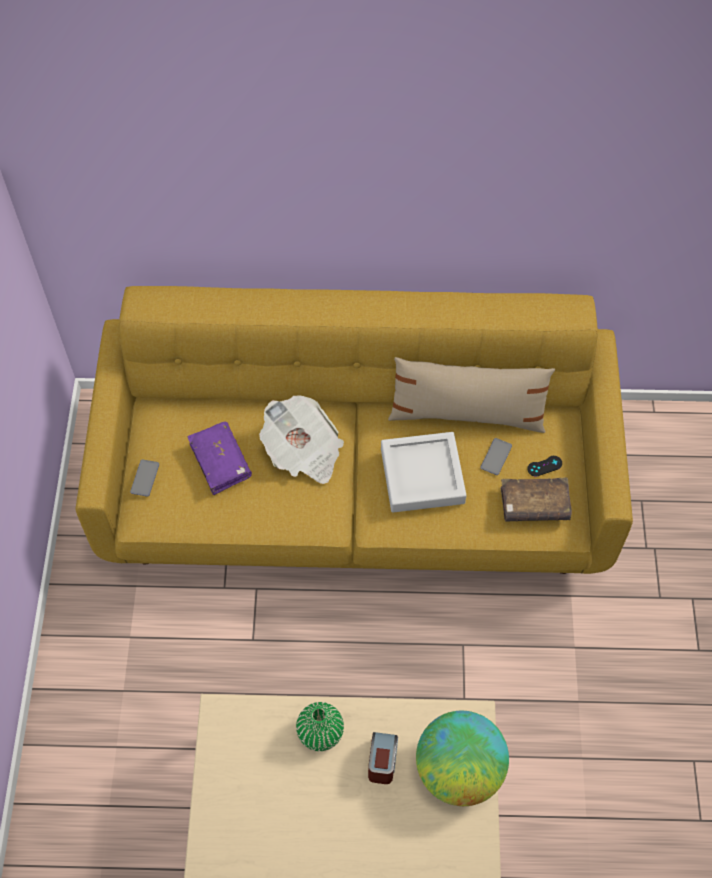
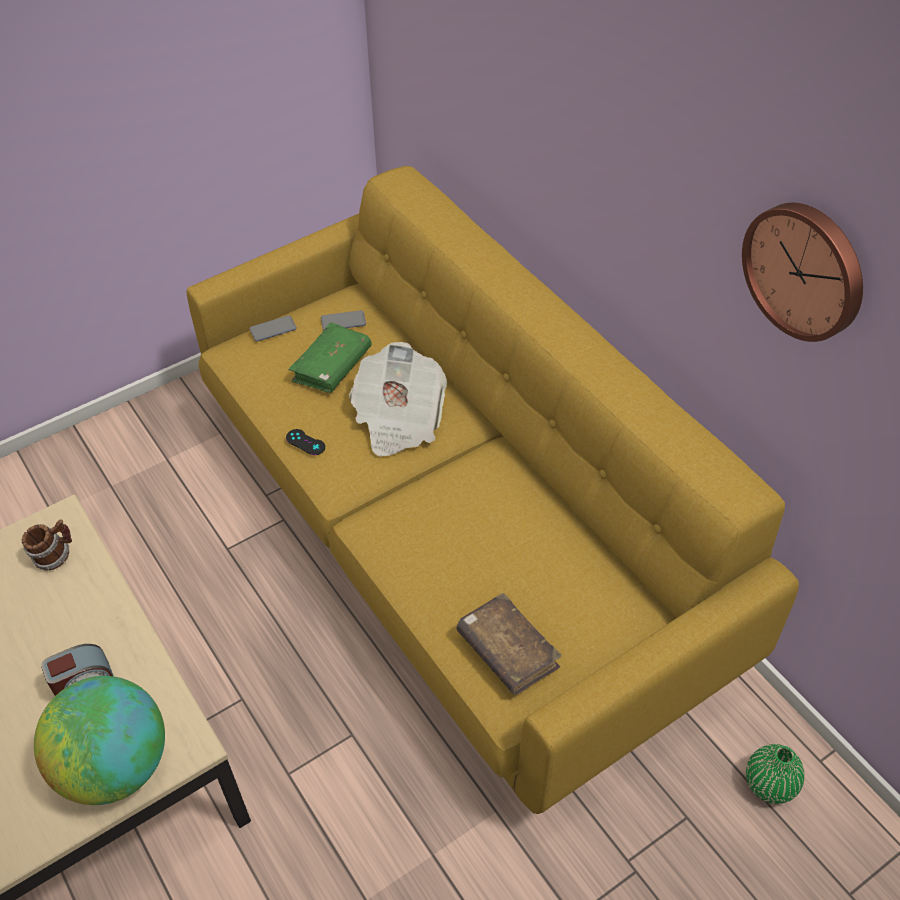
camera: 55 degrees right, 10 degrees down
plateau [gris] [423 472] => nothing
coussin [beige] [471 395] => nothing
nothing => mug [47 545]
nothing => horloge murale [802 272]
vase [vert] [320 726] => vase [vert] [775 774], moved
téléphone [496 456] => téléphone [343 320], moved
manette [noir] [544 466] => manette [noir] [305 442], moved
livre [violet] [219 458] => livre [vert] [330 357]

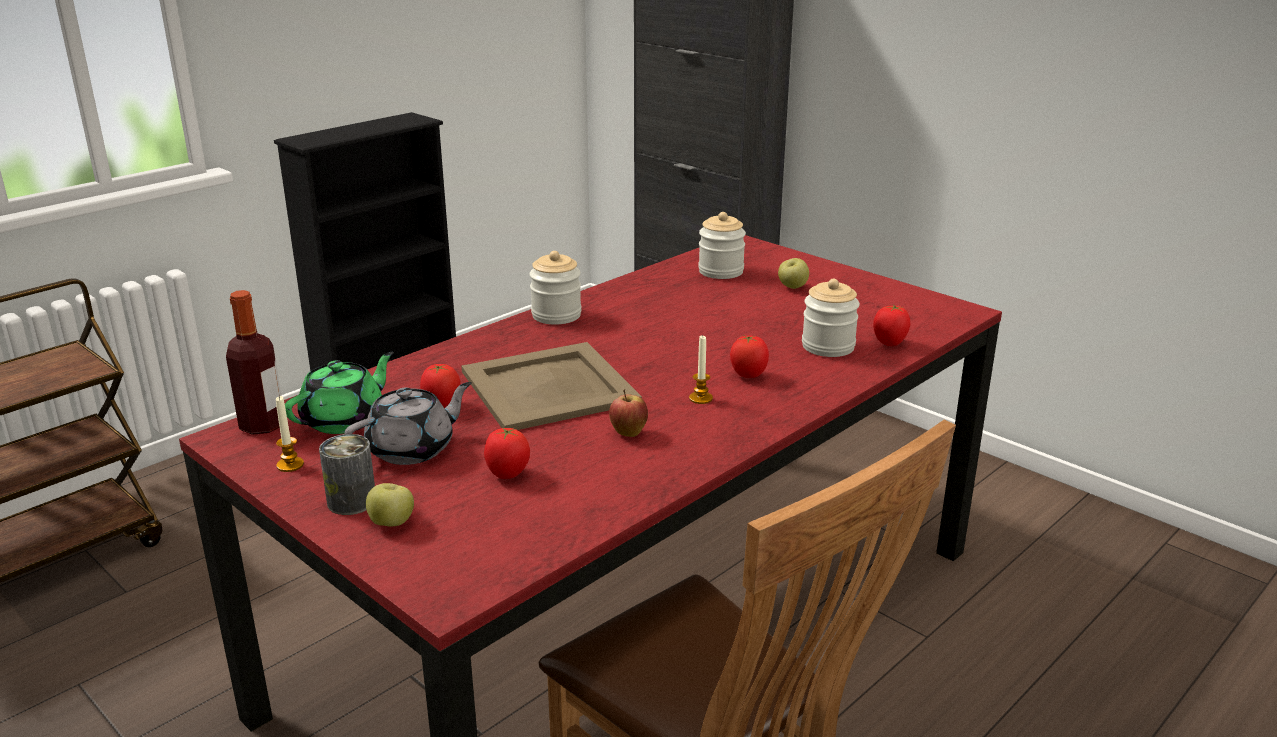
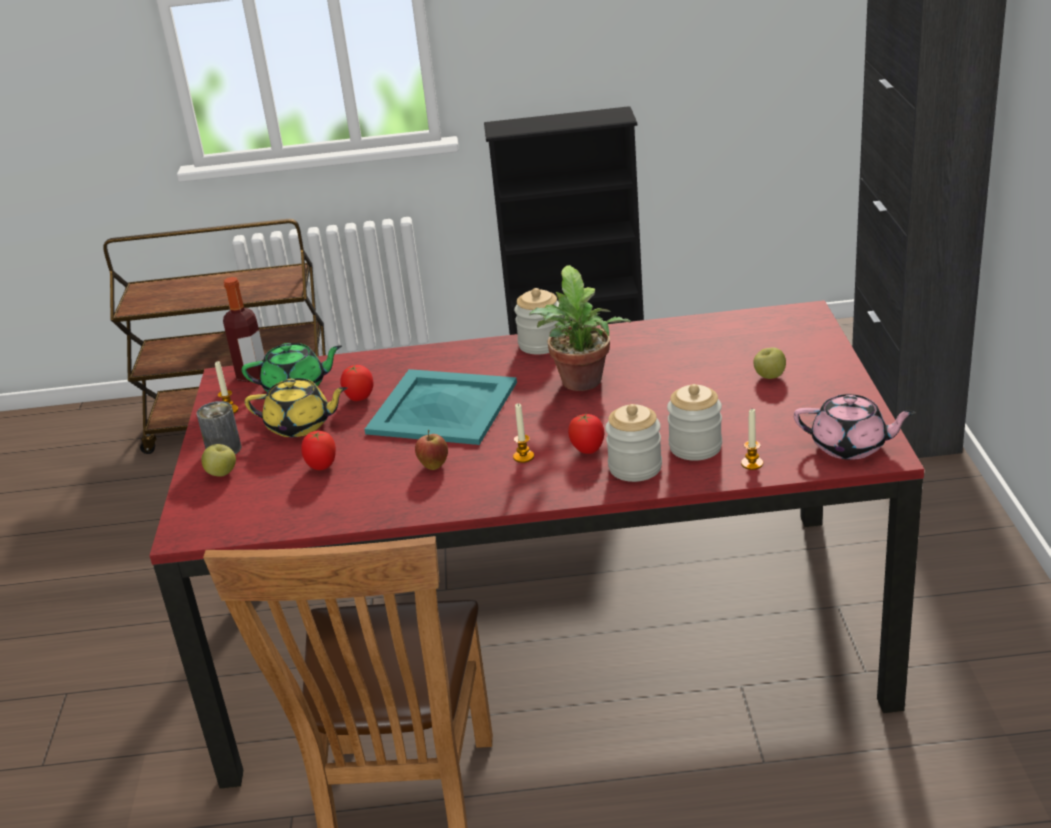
camera: 45 degrees right, 5 degrees up
nothing => plante en pot [580 328]
nothing => théière [rose] [855 427]
bocal [722 245] => bocal [633 443], moved
tomate [891 325] => bougie [752 439]
théière [gris] [408 423] => théière [jaune] [296 407]
plateau [beige] [551 386] => plateau [turquoise] [440 407]

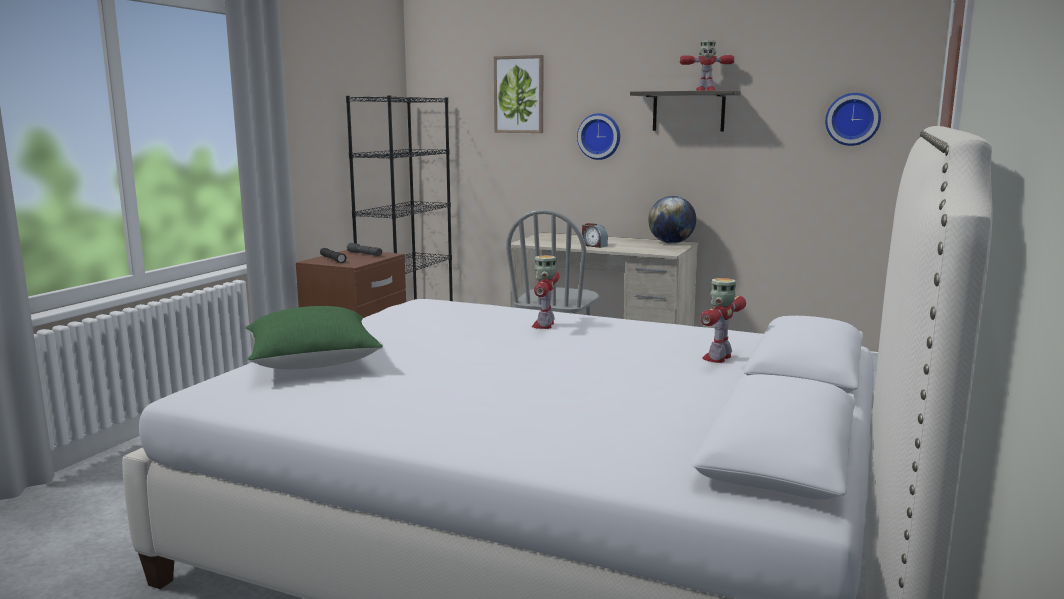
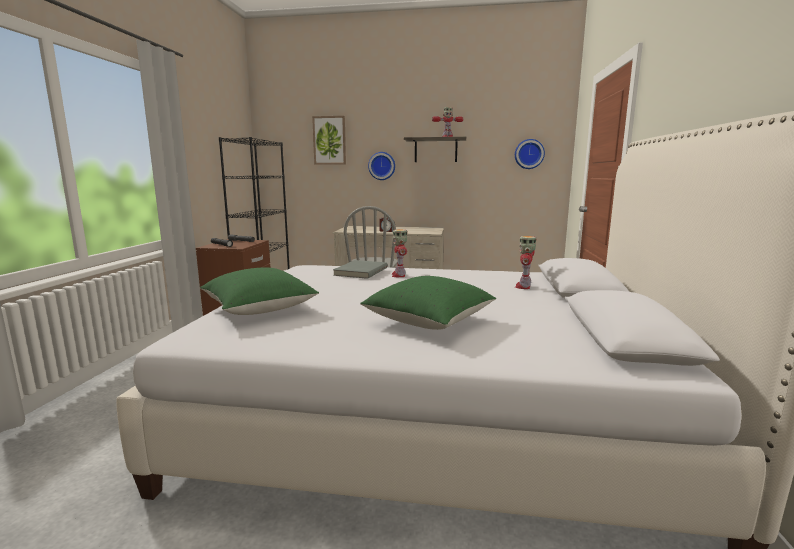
camera: 15 degrees left, 0 degrees up
globe [672 220] => nothing
nothing => livre [gris] [360 269]
nothing => coussin [vert] [428 303]

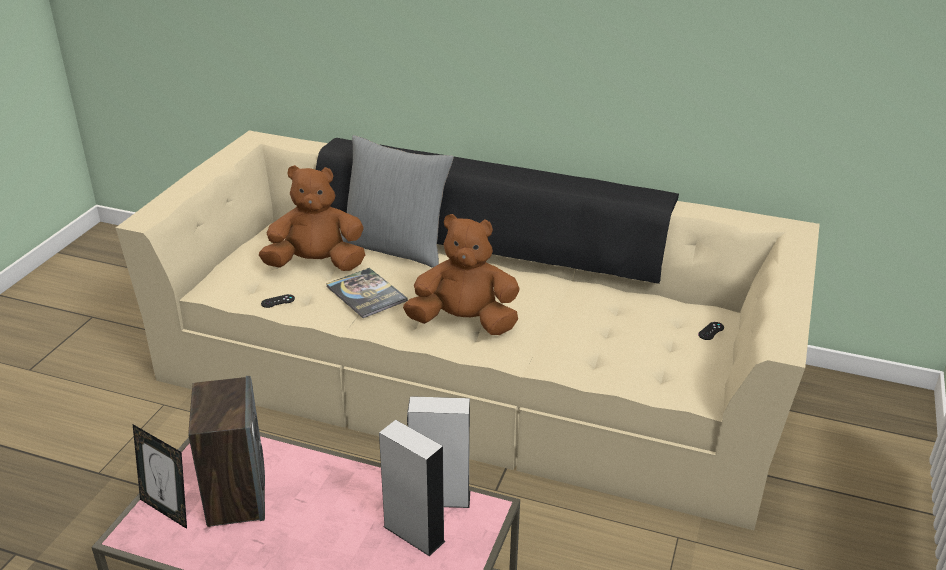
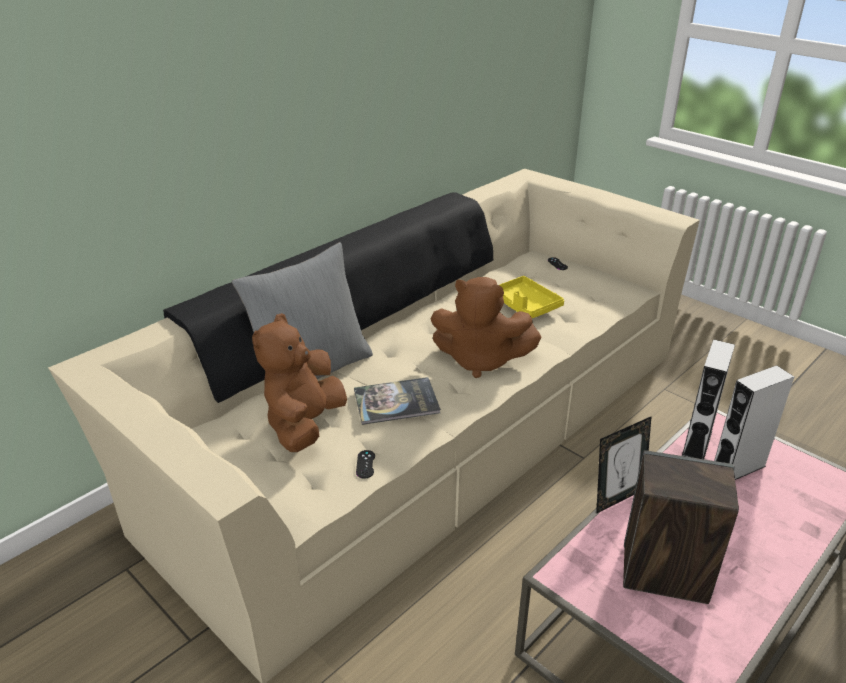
camera: 65 degrees left, 0 degrees up
nothing => plateau [jaune] [532 297]
cadre photo [160 476] => cadre photo [624 465], moved
peluche [marron] [461 274] => peluche [marron] [486 327], 105 degrees counterclockwise

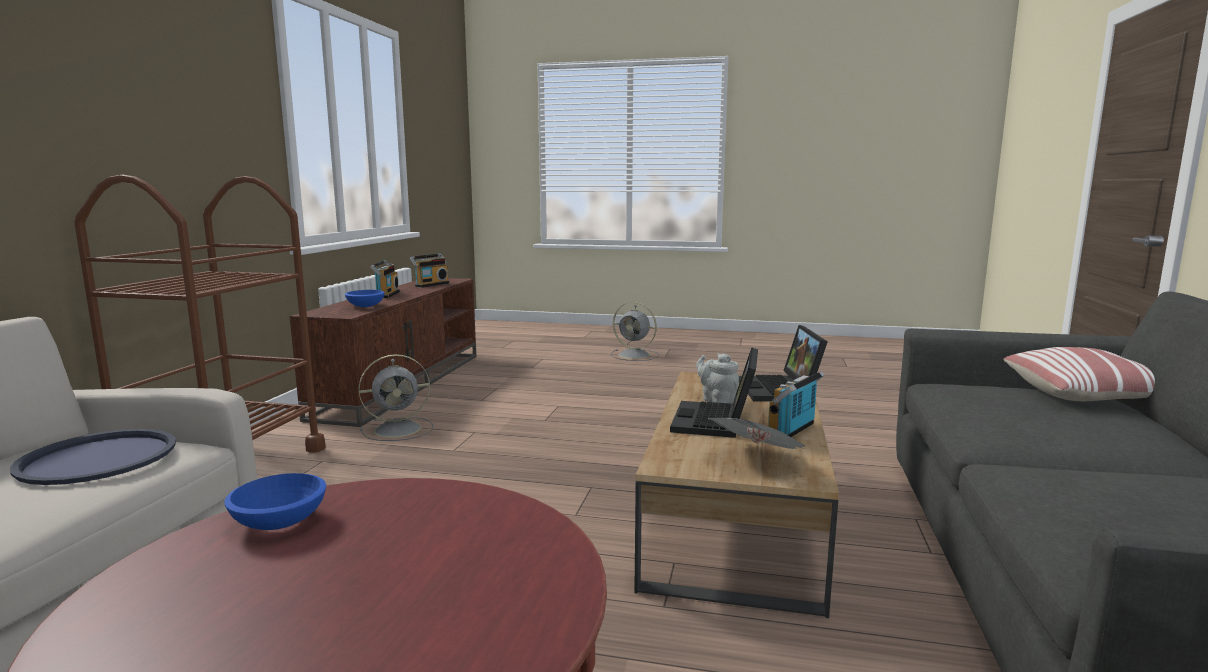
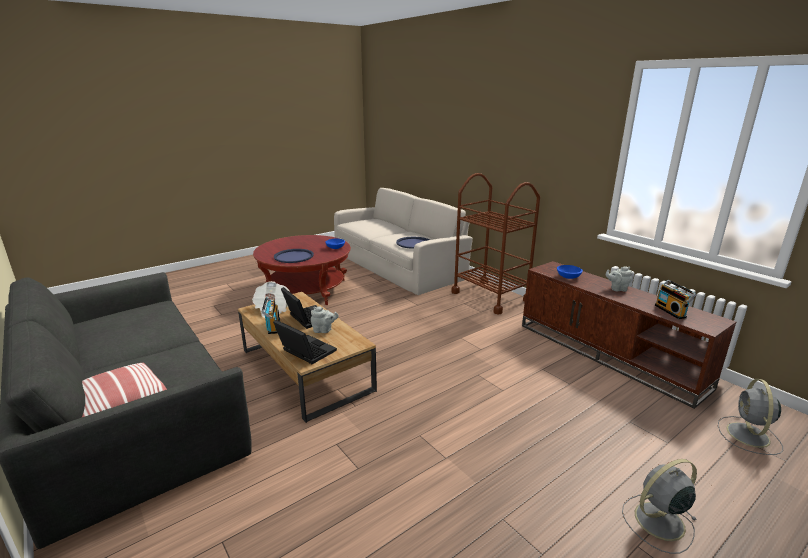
camera: 130 degrees right, 10 degrees up
nothing => plateau [bleu] [294 256]
ventilateur [gris] [396 397] => ventilateur [gris] [750 417], moved
radio [385 279] => théière [gris] [619 279]

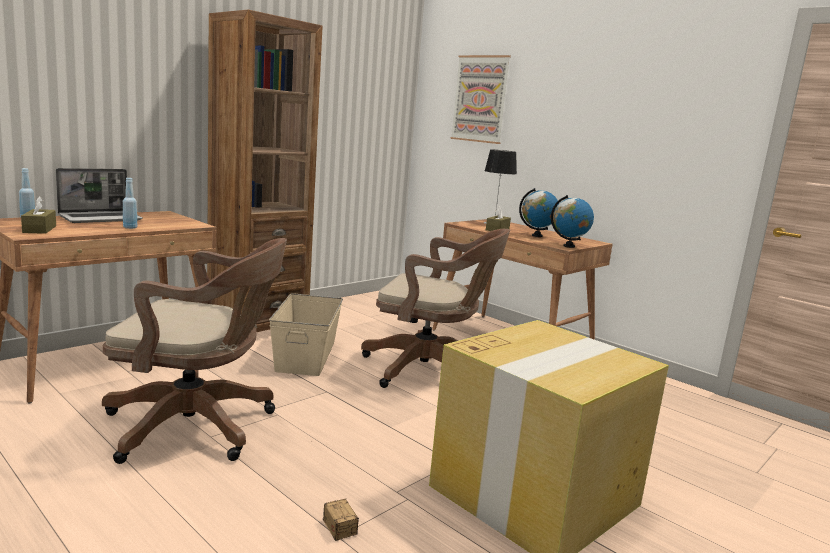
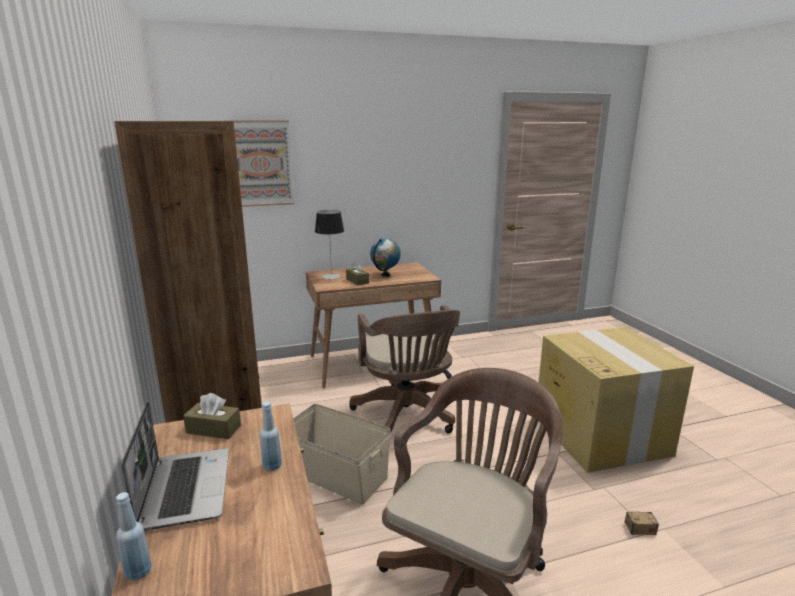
camera: 60 degrees left, 5 degrees up
globe [572 221] => nothing
boîte à mouchoirs [marron] [38 215] => boîte à mouchoirs [marron] [212 416], moved
chaise de bureau [marron] [435 308] => chaise de bureau [marron] [404 369], 120 degrees clockwise

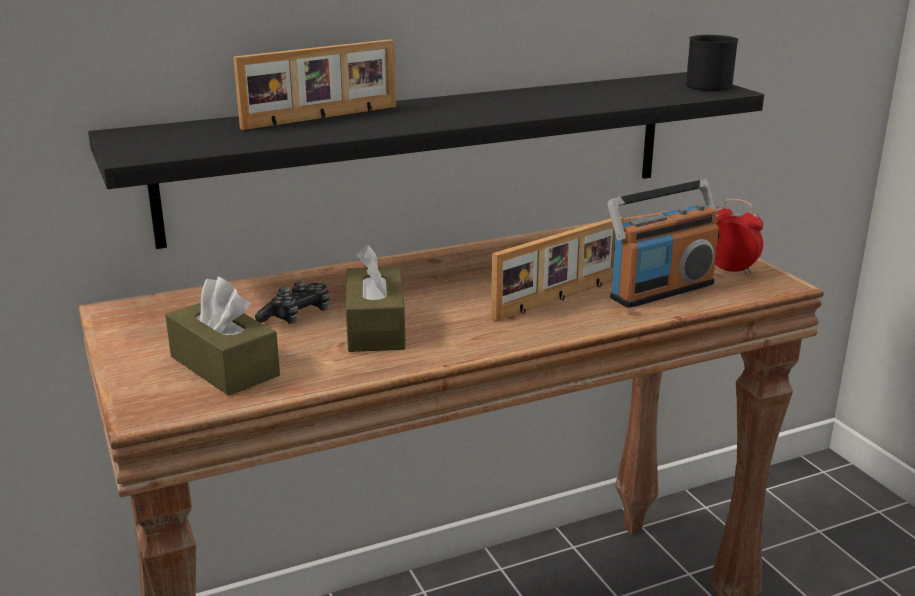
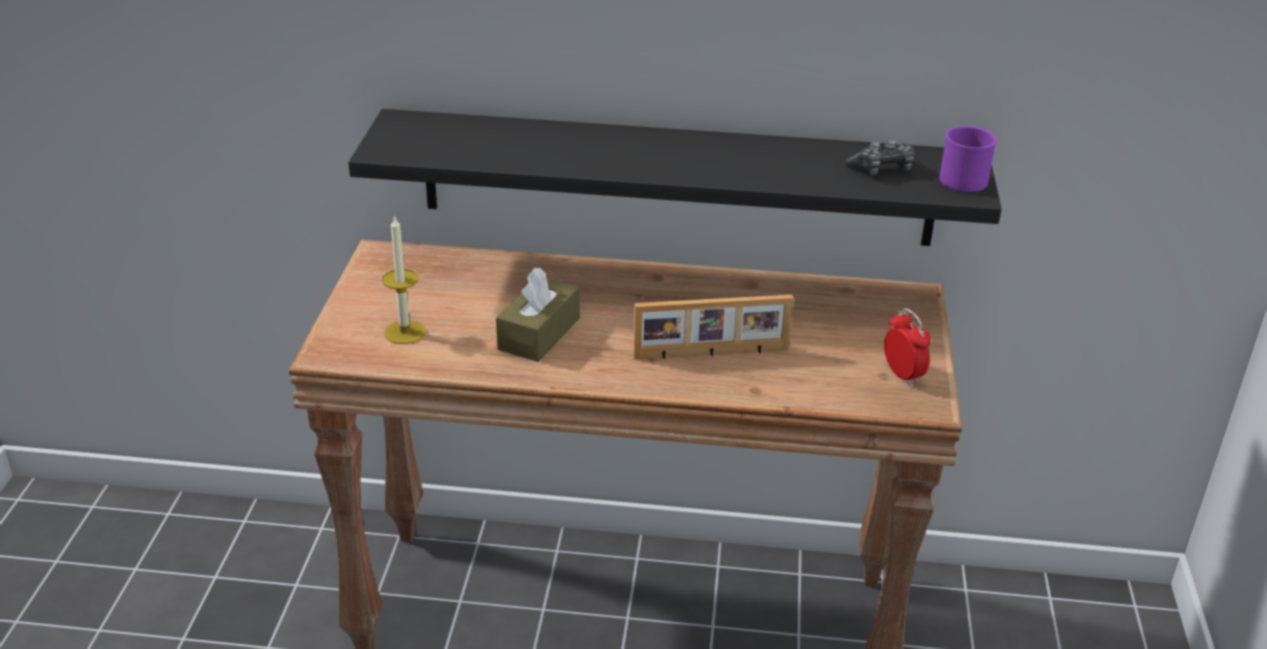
camera: 30 degrees right, 10 degrees up
cadre photo [314 84] => nothing
radio [663 243] => nothing
manette [292 302] => manette [879 157], moved
boîte à mouchoirs [marron] [222 336] => bougie [404 279]
mug [noir] [712 63] => mug [violet] [968 159]

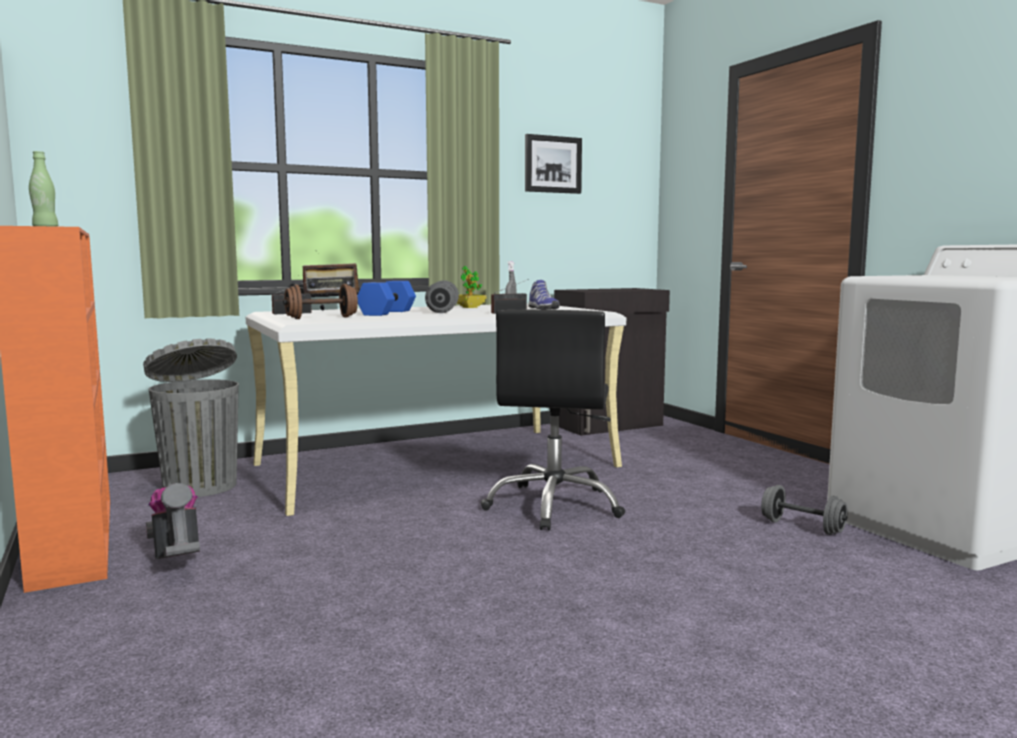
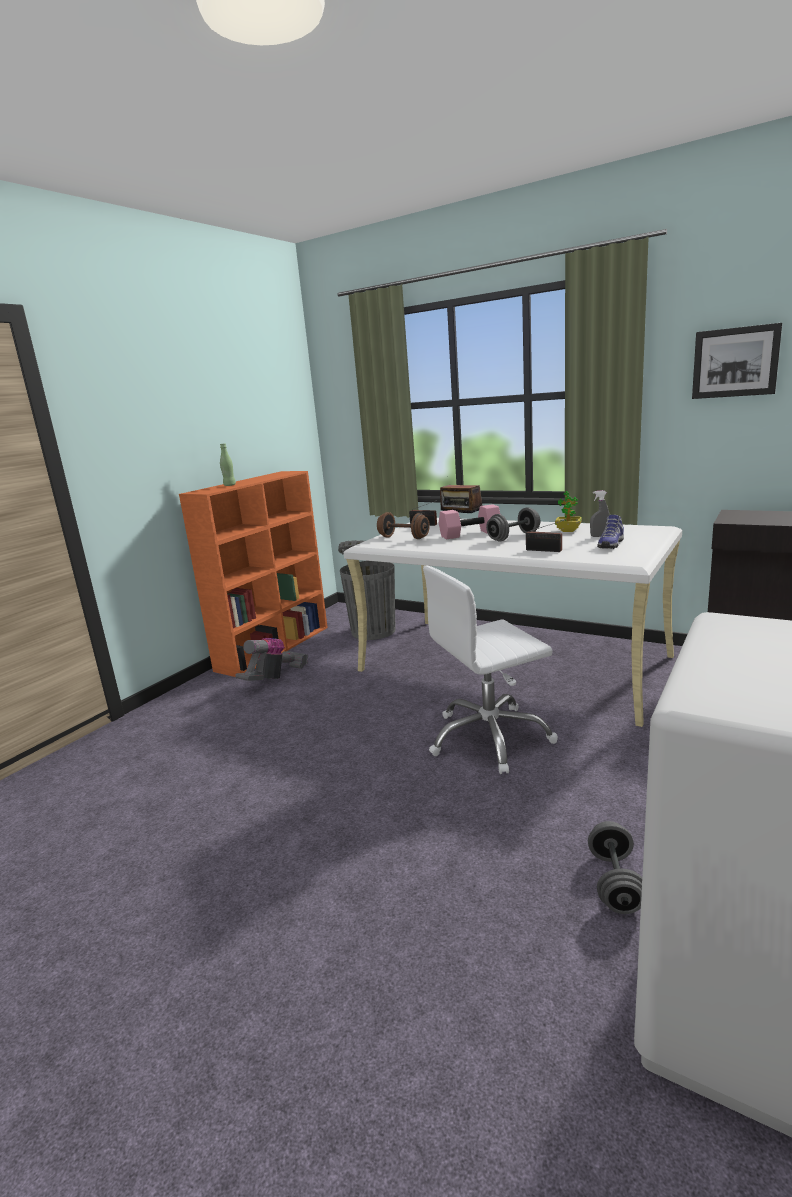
camera: 60 degrees right, 10 degrees up
haltère [bleu] [386 298] => haltère [rose] [469 521]
chaise de bureau [noir] [553 420] => chaise de bureau [blanc] [490 670]

